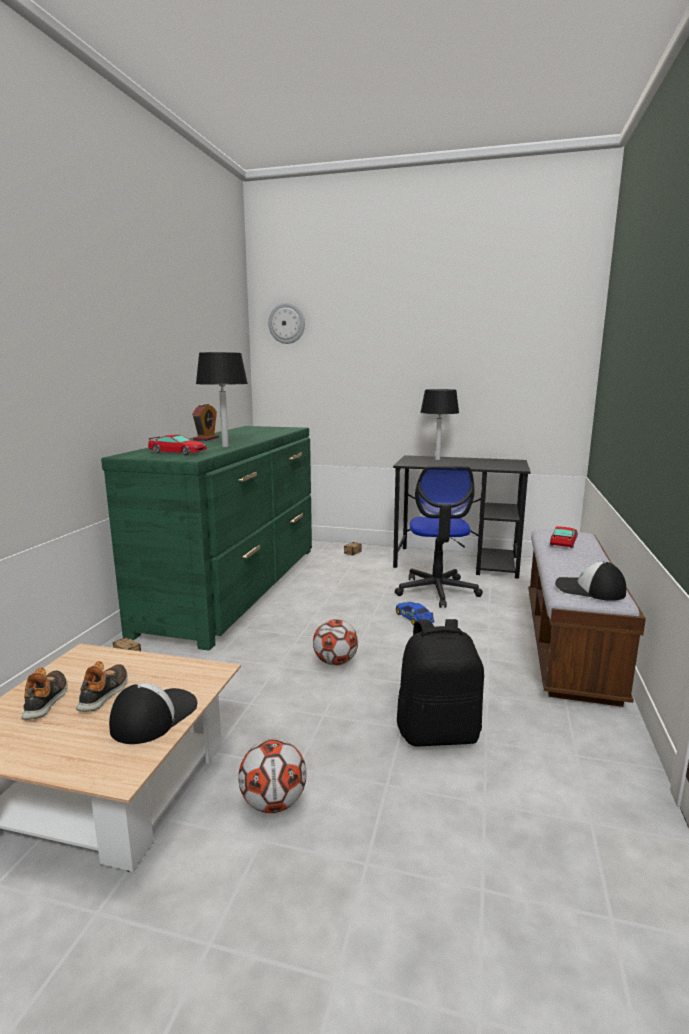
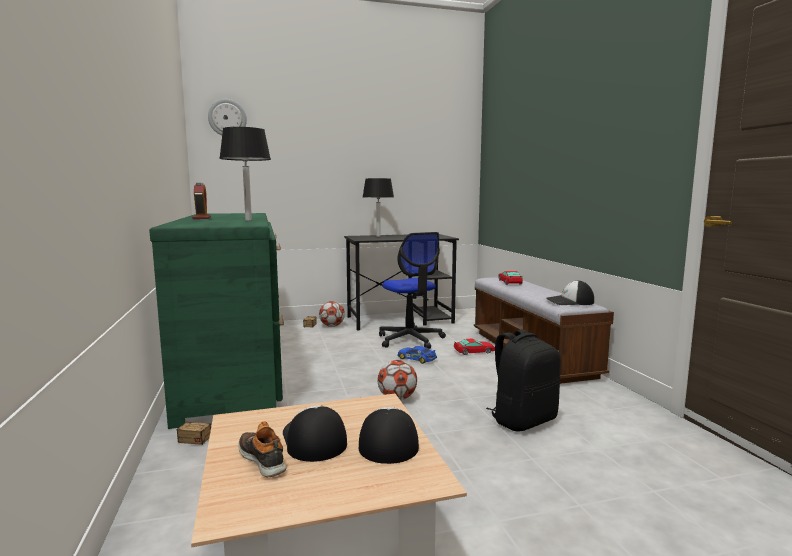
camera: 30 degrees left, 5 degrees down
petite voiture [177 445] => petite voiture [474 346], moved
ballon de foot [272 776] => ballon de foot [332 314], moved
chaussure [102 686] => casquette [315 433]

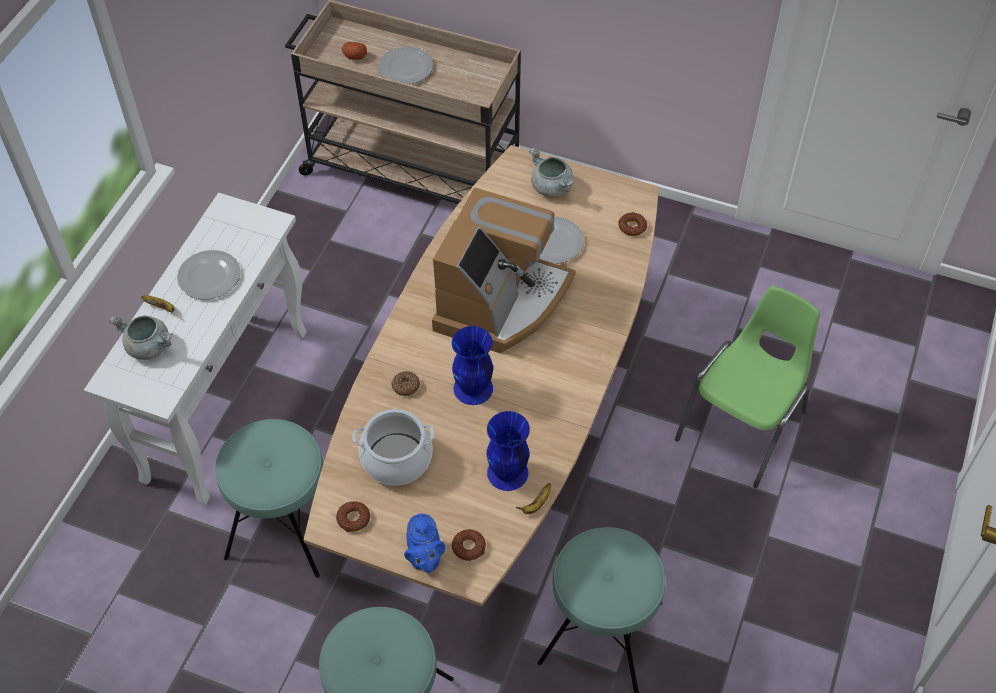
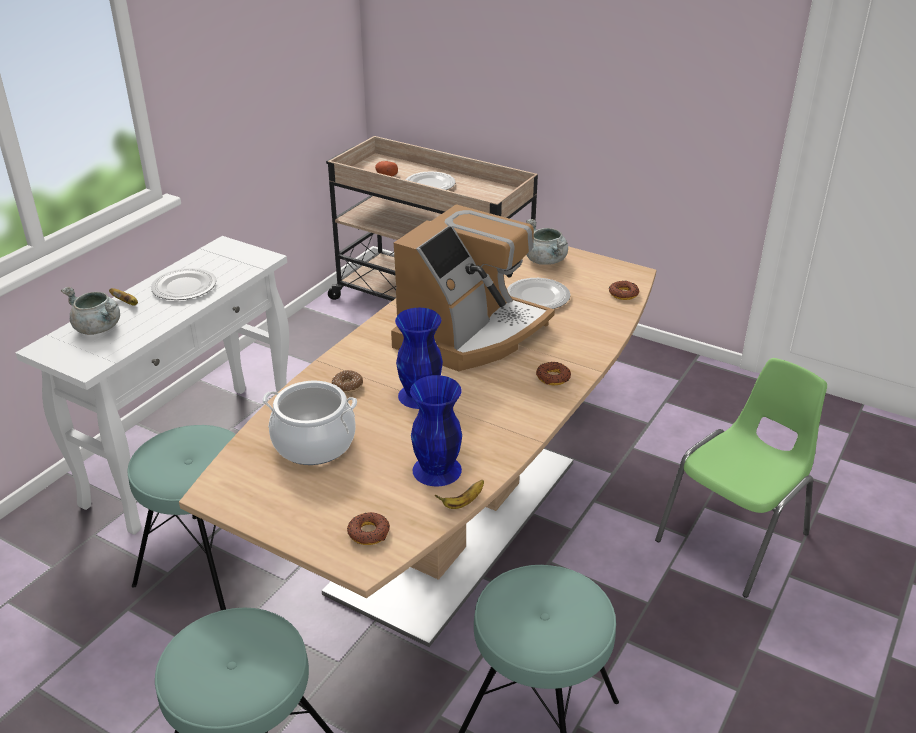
camera: 10 degrees right, 20 degrees down
théière [bleu] [424 543] => nothing
beignet [353 516] => beignet [553 373], moved

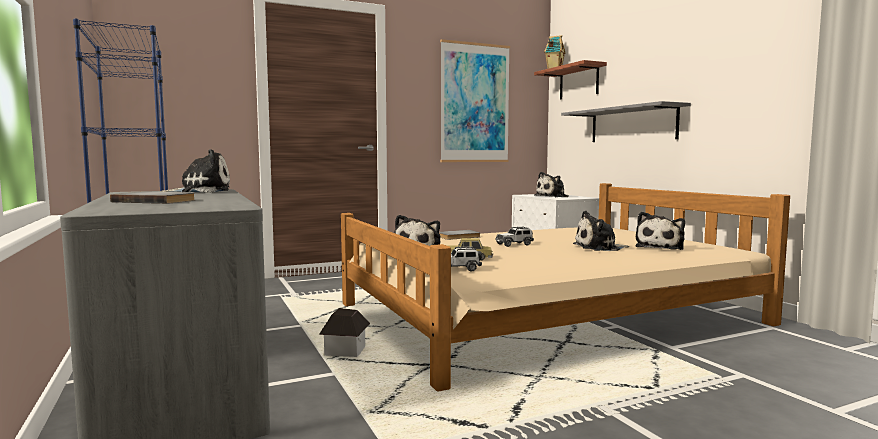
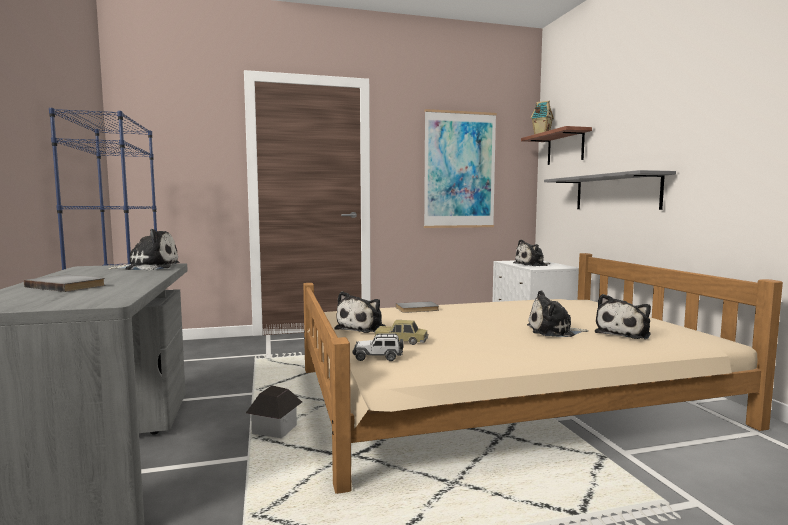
camera: 10 degrees right, 0 degrees up
petite voiture [514 237] => nothing

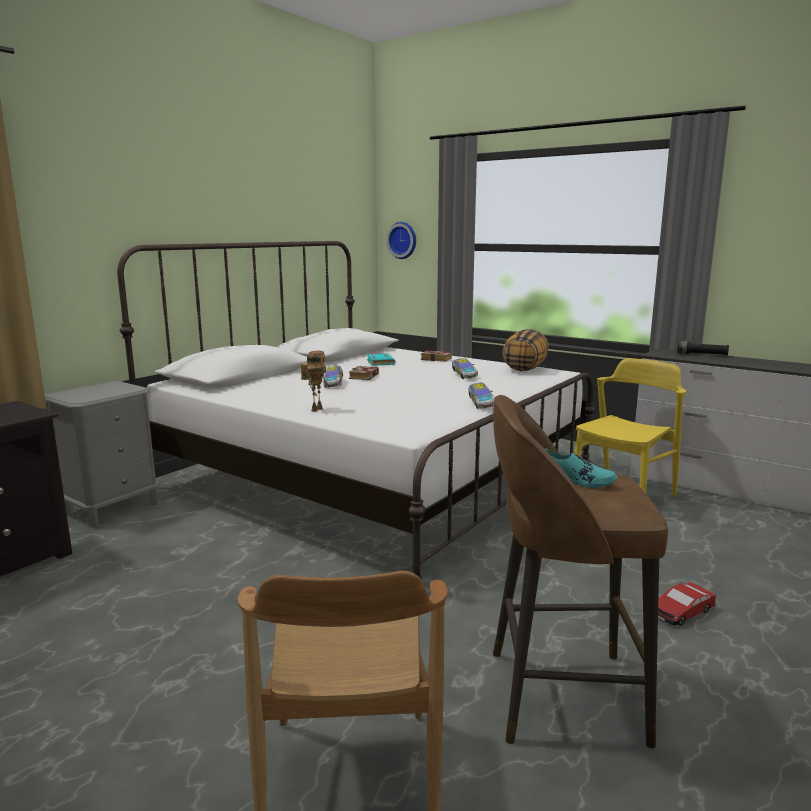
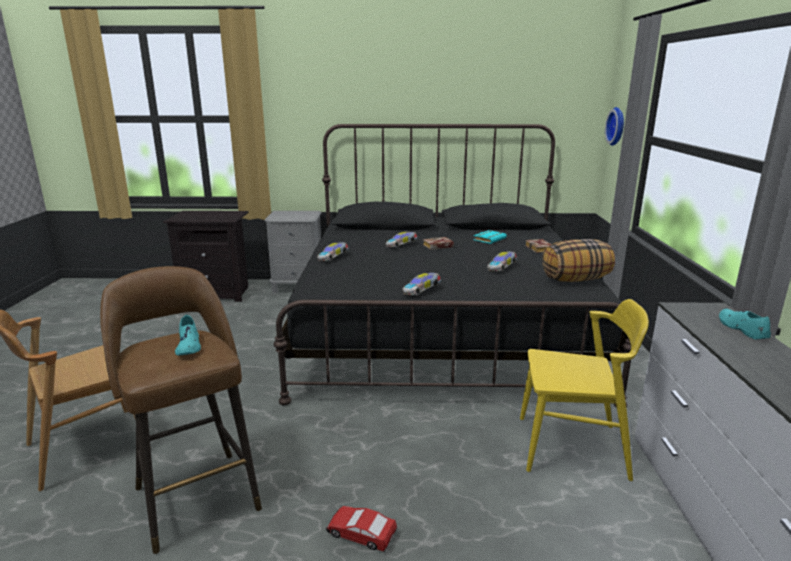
camera: 55 degrees right, 5 degrees up
robot jouet [314 381] => petite voiture [332 251]
lampe de poche [noir] [703 348] => chaussure [turquoise] [745 323]
lit [blanc] [356 410] => lit [noir] [452 266]

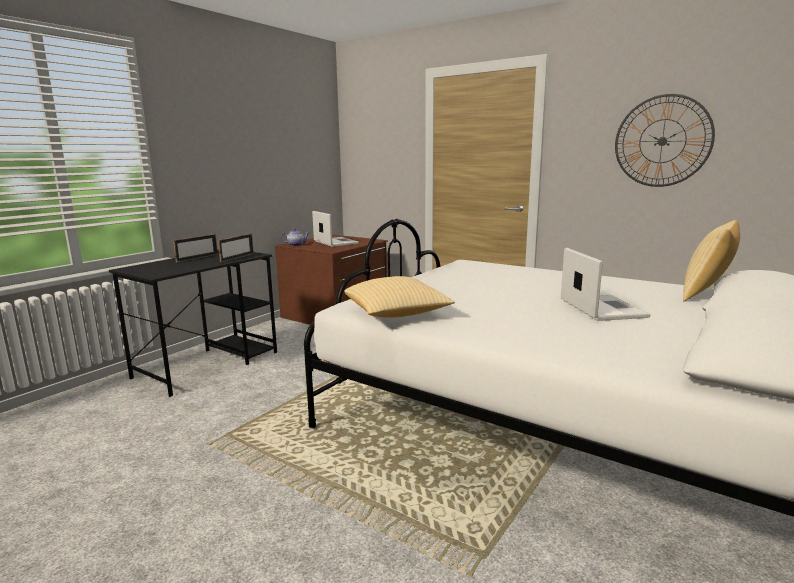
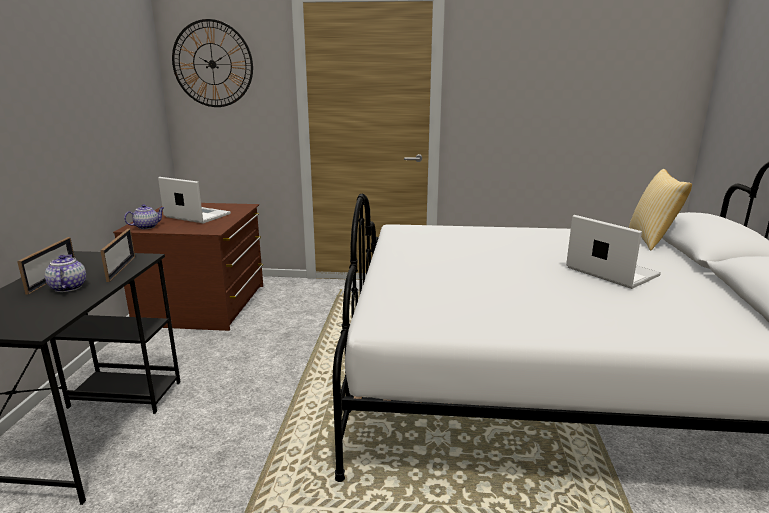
camera: 30 degrees left, 5 degrees up
coussin [399 297] => nothing
nothing => théière [65 273]
horloge murale [665 140] => horloge murale [212 63], moved

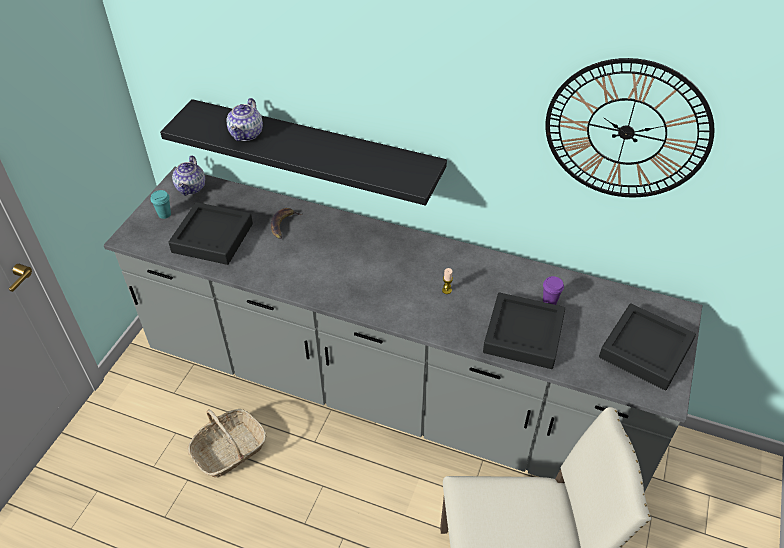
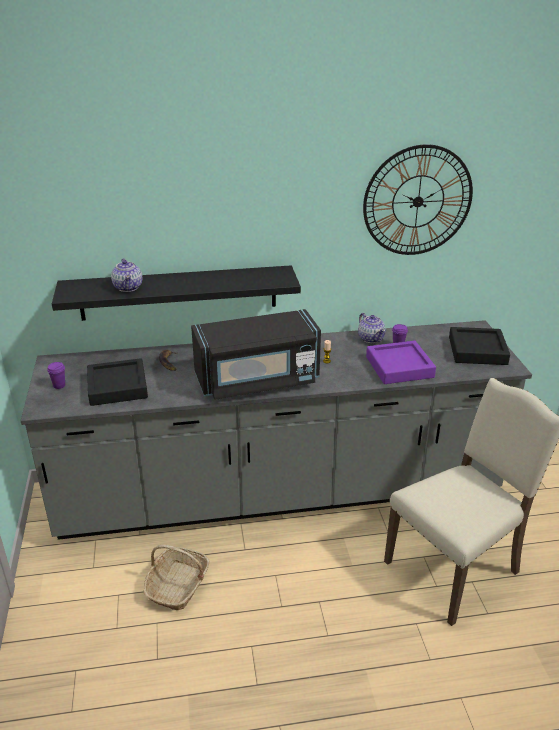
camera: 30 degrees left, 15 degrees down
nothing => micro-ondes [noir] [256 354]
théière [188 175] => théière [372 328], moved
tasse [turquoise] [161 204] => tasse [violet] [56 375]
plateau [noir] [524 330] => plateau [violet] [401 362]

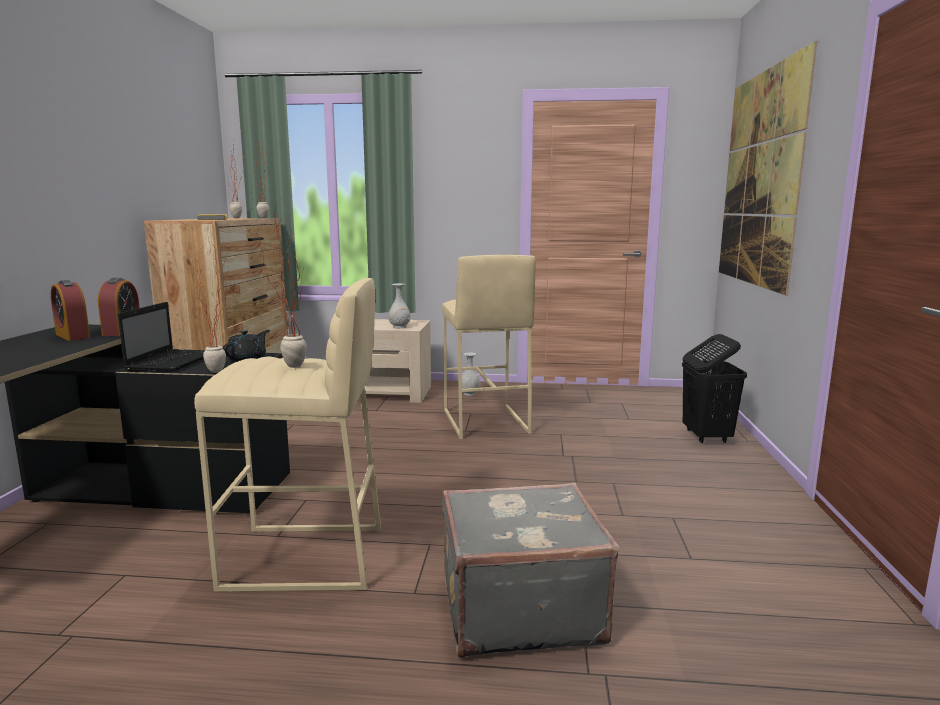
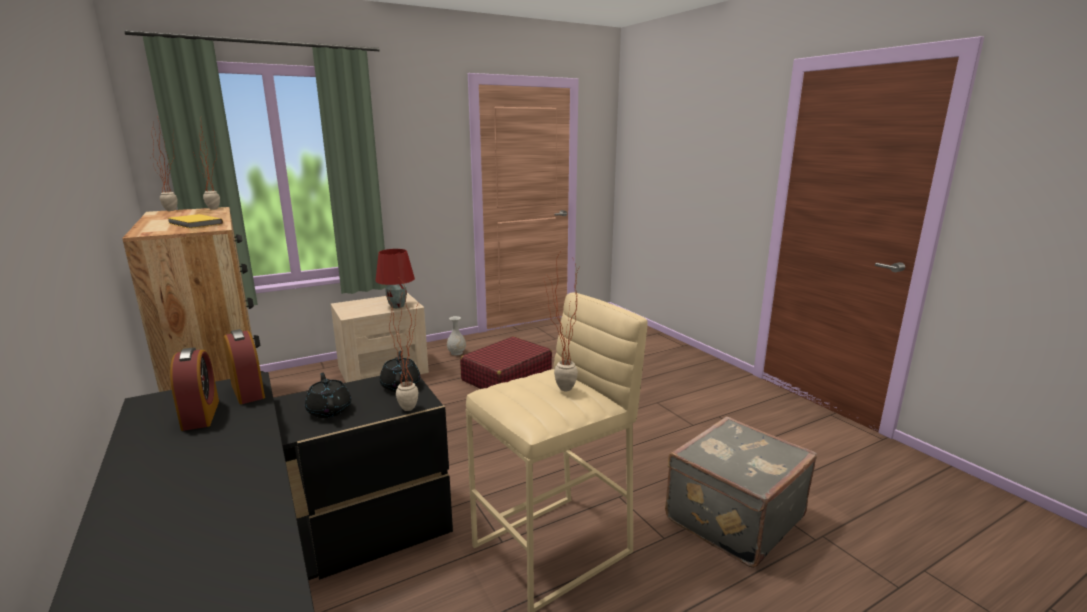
camera: 35 degrees left, 5 degrees up
panier à linge [noir] [714 388] => nothing
tableau [768 168] => nothing
ordinateur portable [161 337] => théière [noir] [328 395]
vase [blanc] [399 305] => lampe de table [rouge] [395 278]
tabouret [beige] [489 347] => valise [rouge] [506 362]
réveil [70 310] => réveil [194 389], 120 degrees counterclockwise

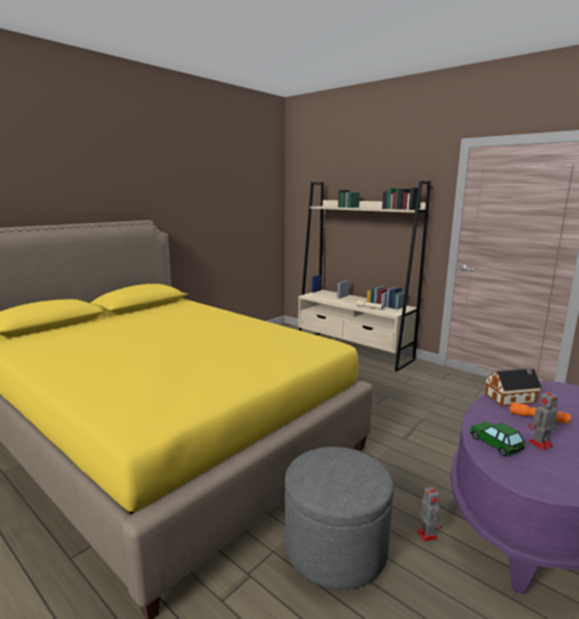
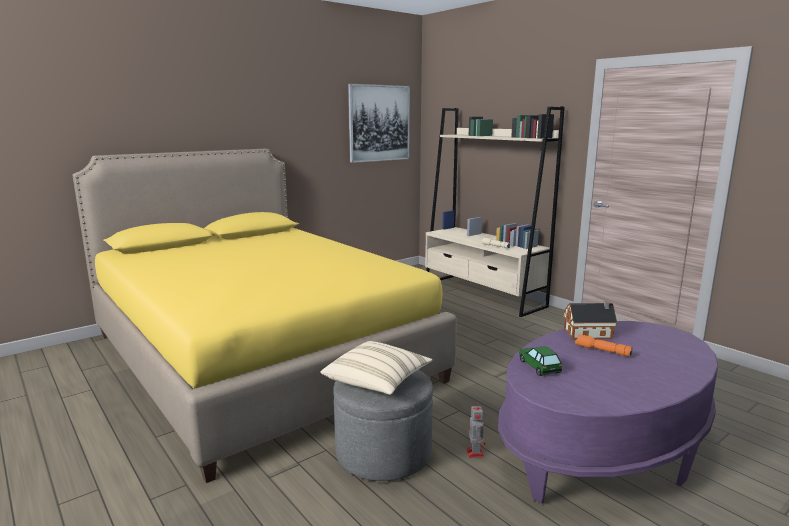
camera: 10 degrees right, 0 degrees up
robot jouet [543 419] => nothing
nothing => coussin [beige] [377 368]
nothing => tableau [379 123]

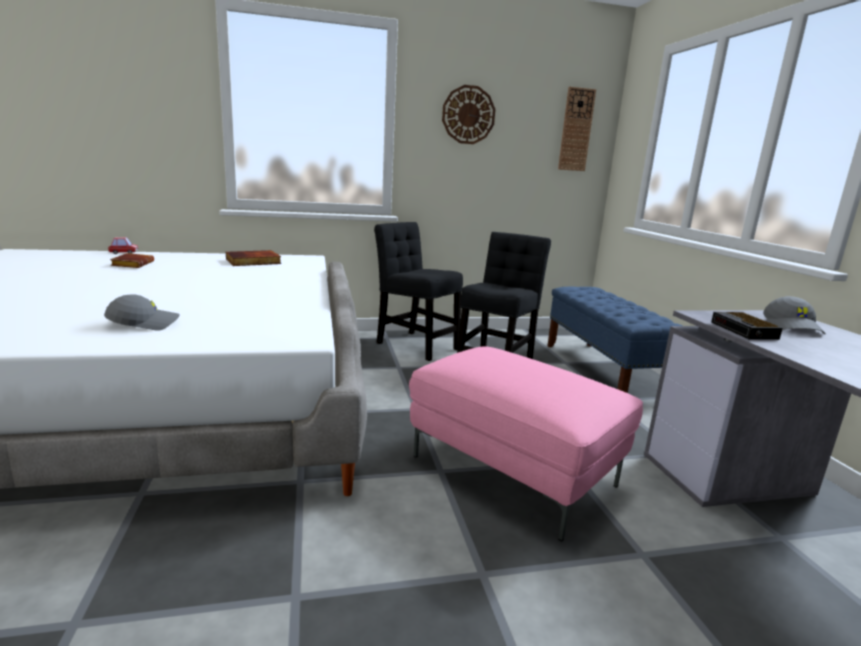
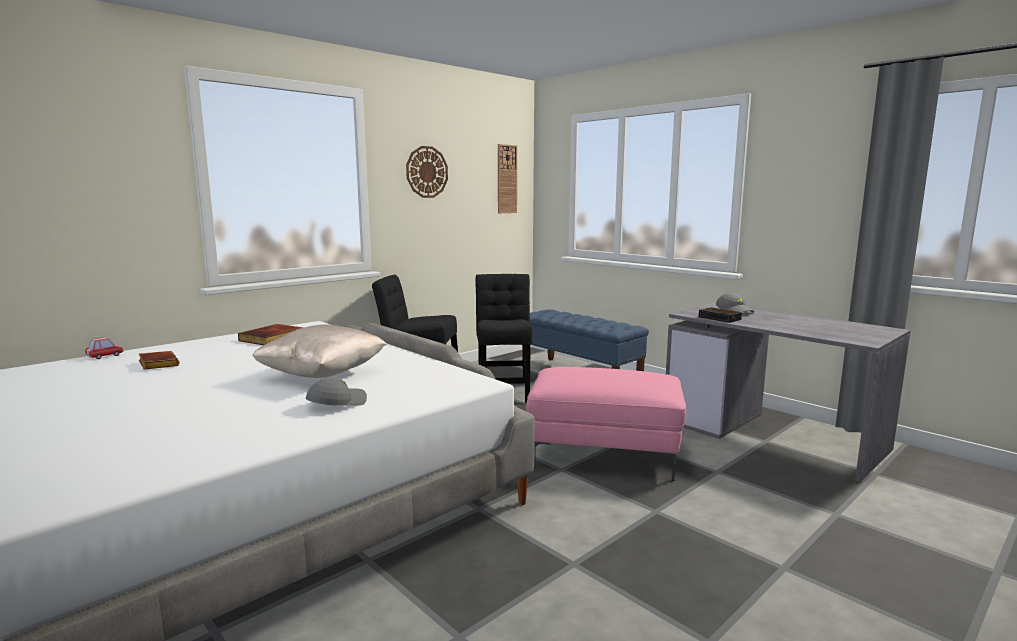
camera: 30 degrees left, 5 degrees down
nothing => coussin [beige] [319 351]

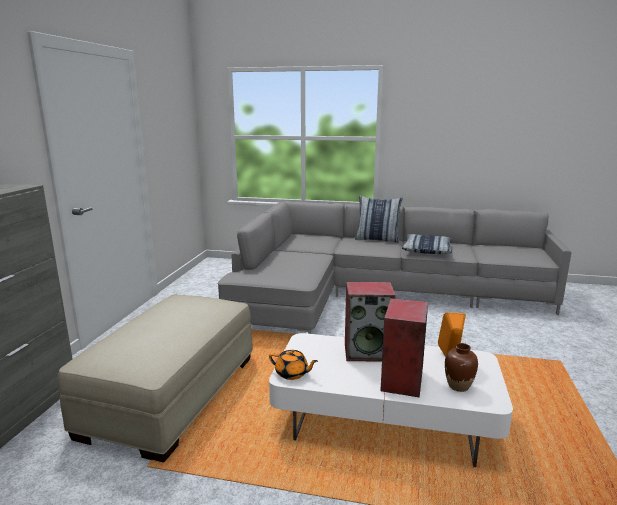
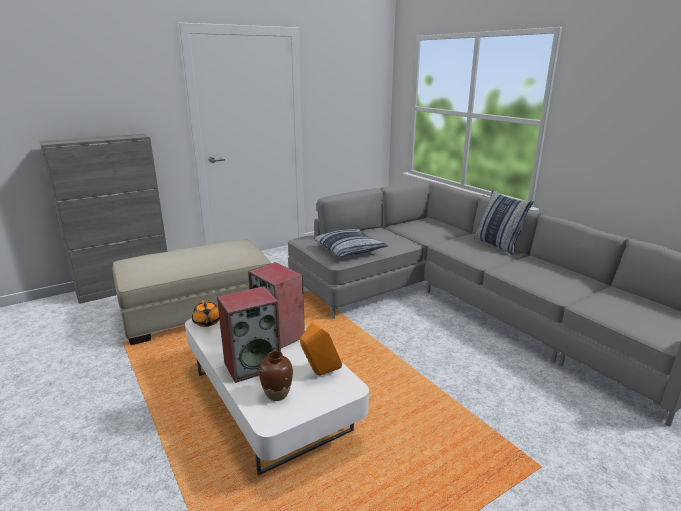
camera: 45 degrees right, 5 degrees up
coussin [427 244] => coussin [351 243], moved

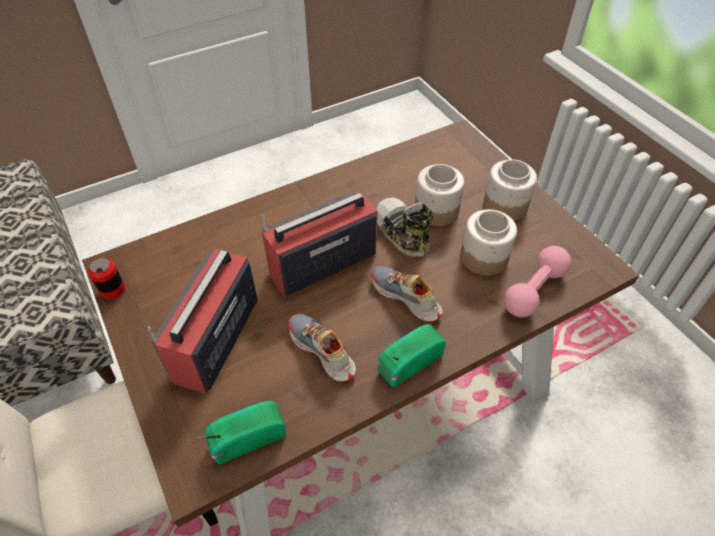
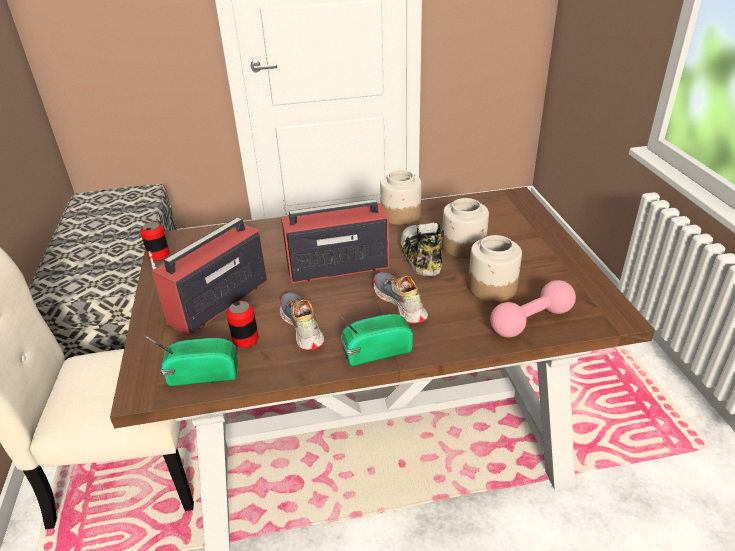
camera: 20 degrees right, 15 degrees down
nothing => boîte métallique [242 324]
bocal [510 190] => bocal [400 197], moved

